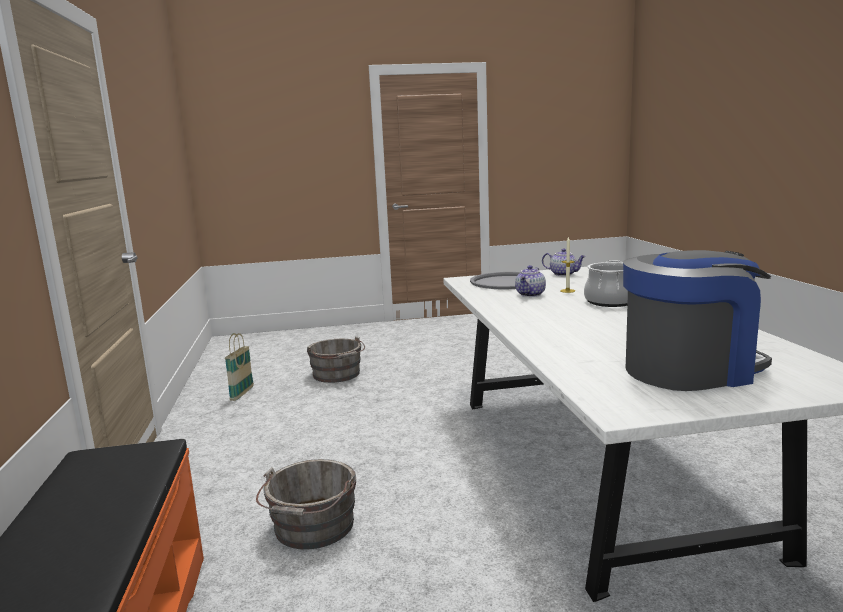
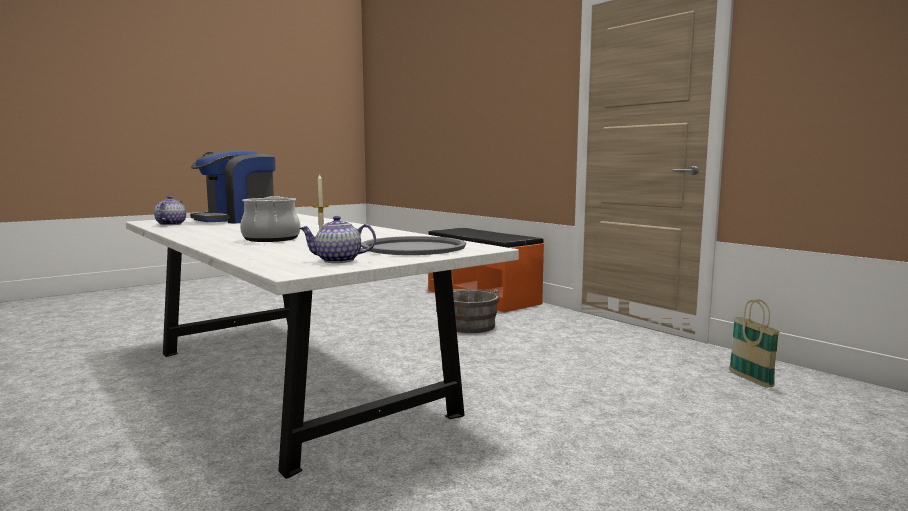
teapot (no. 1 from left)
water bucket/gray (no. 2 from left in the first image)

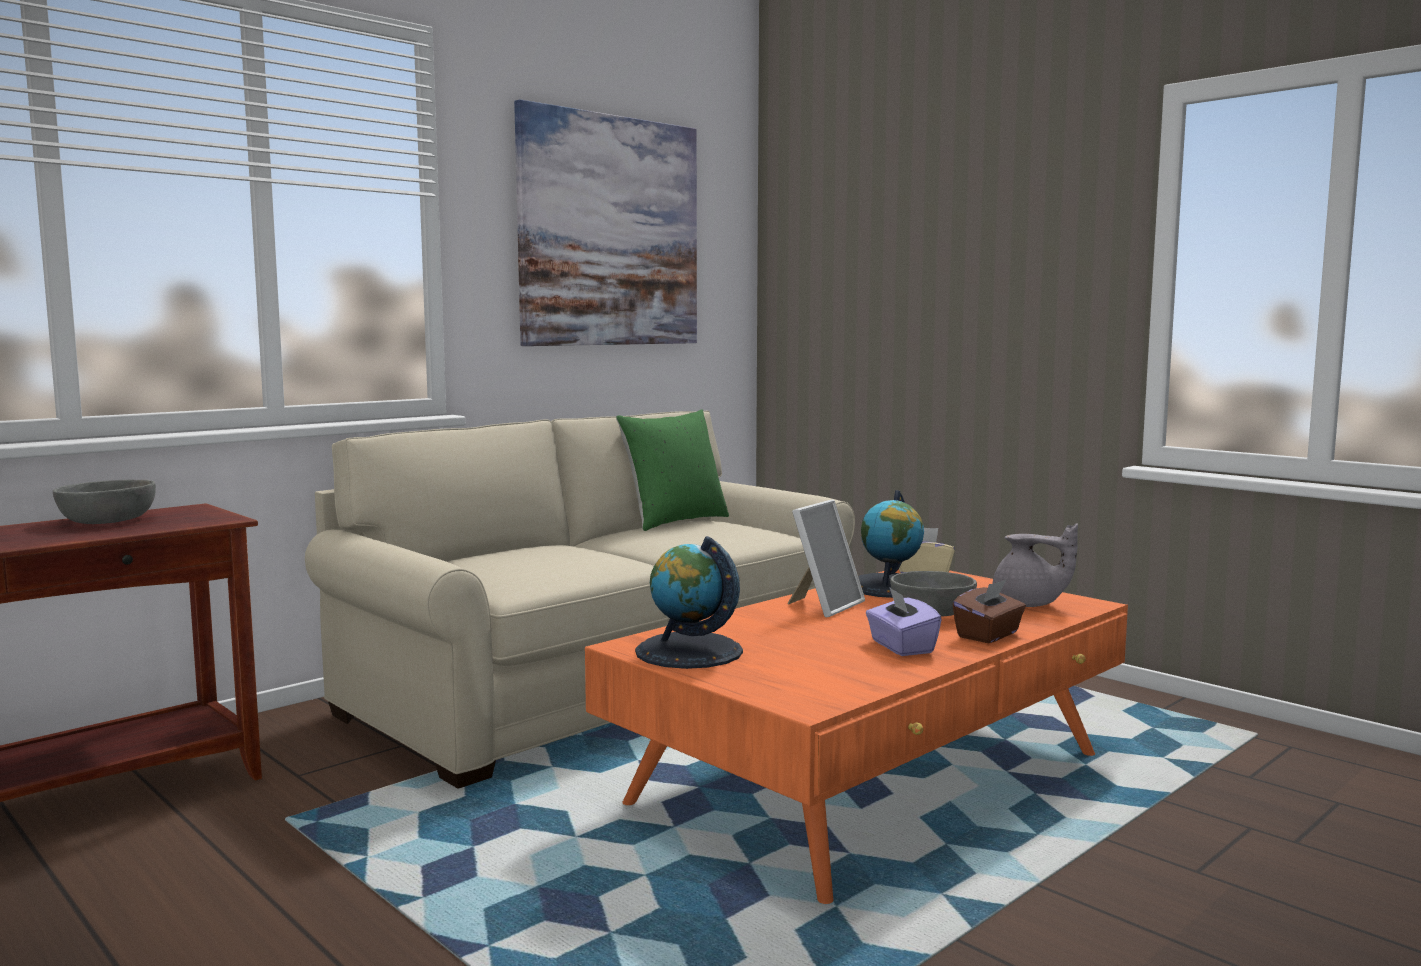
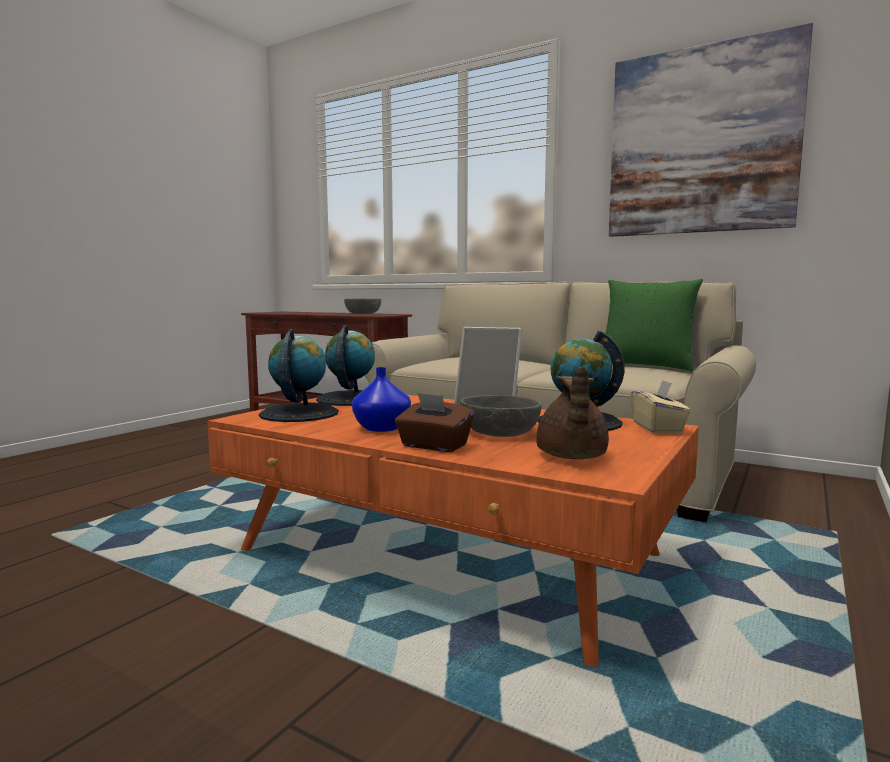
world globe (no. 1 from left)
vase/blue-coloured
teapot/brown-coloured

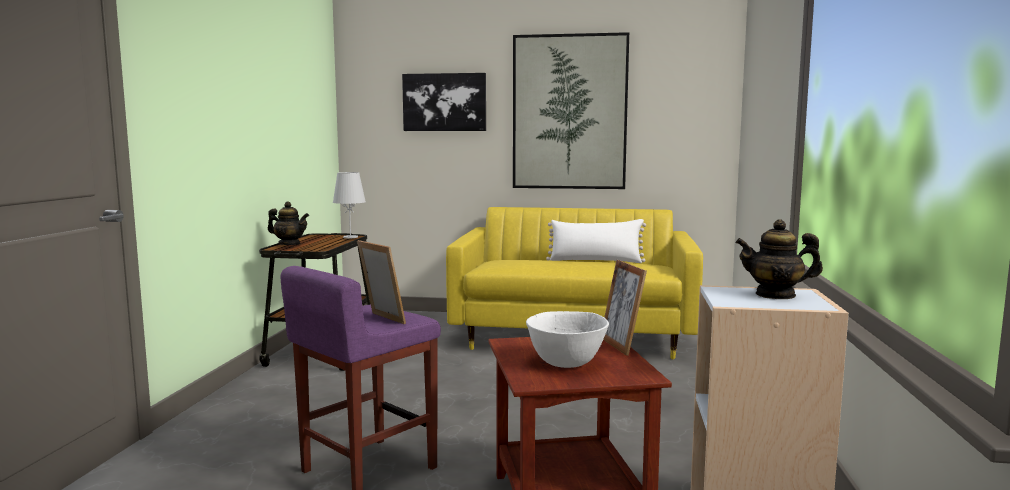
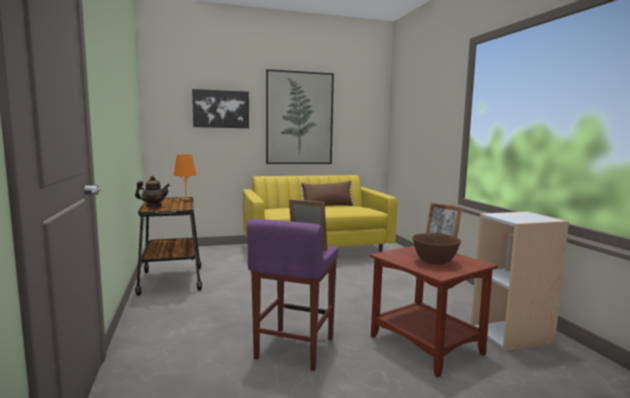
tabletop lamp/orange-coloured
cushion/brown-coloured
deep dish/brown-coloured
teapot (no. 2 from left in the first image)

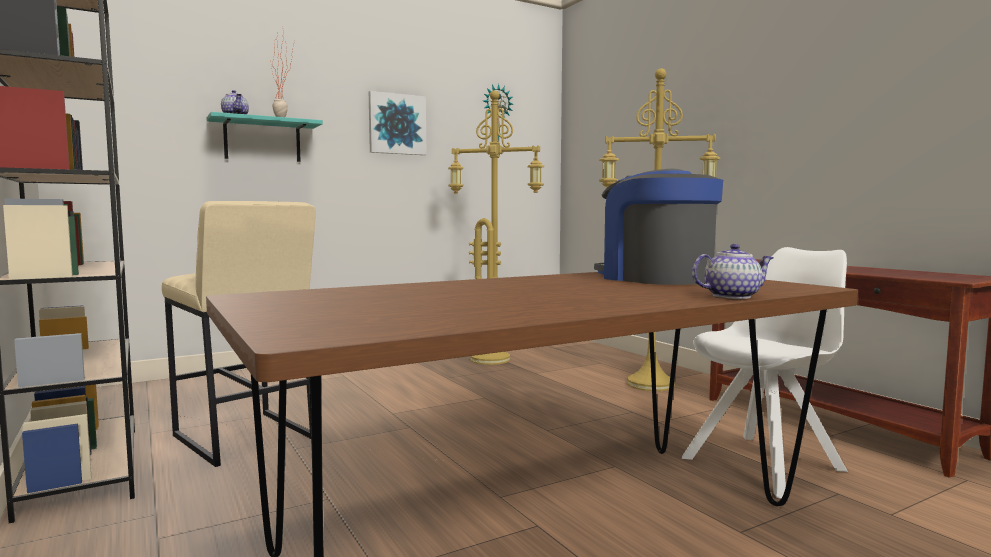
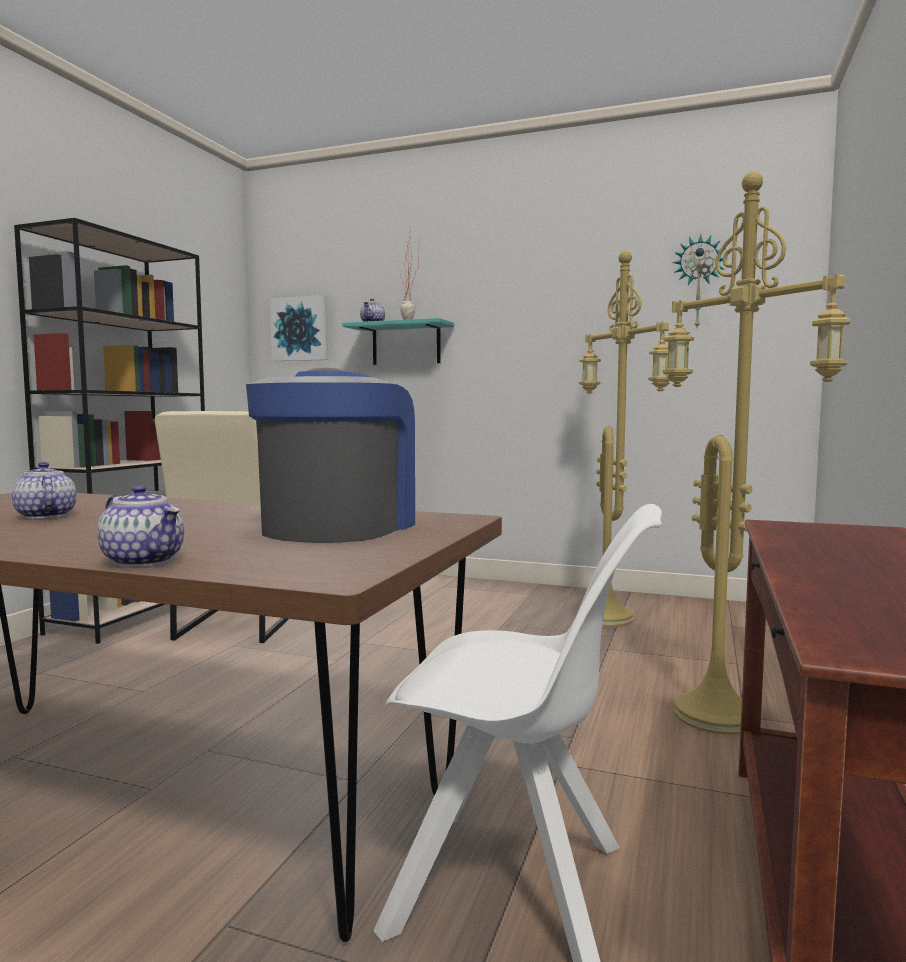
teapot (no. 1 from left)
picture

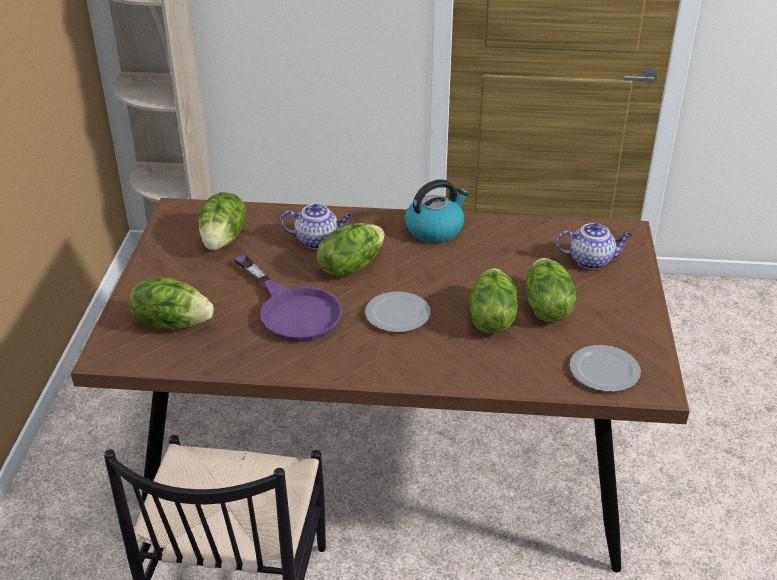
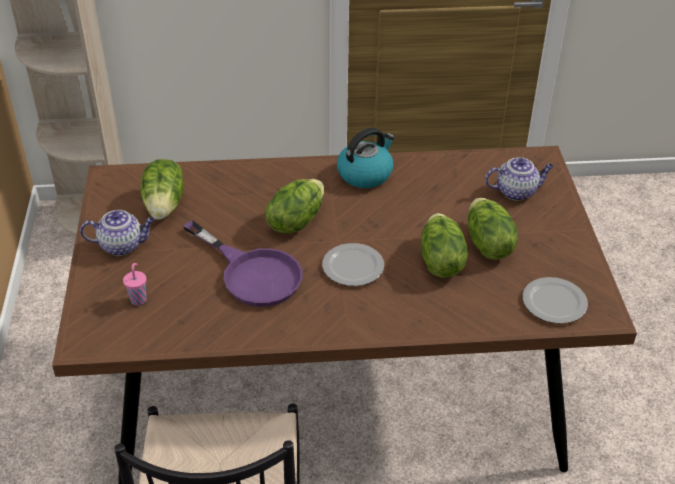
teapot (no. 1 from left)
small cup/pinkish

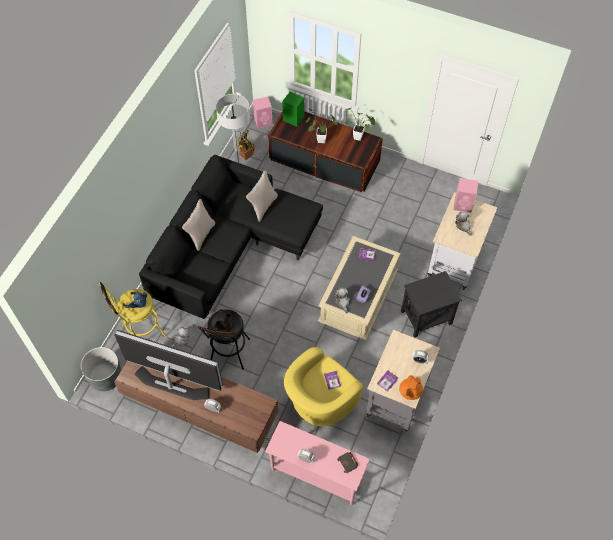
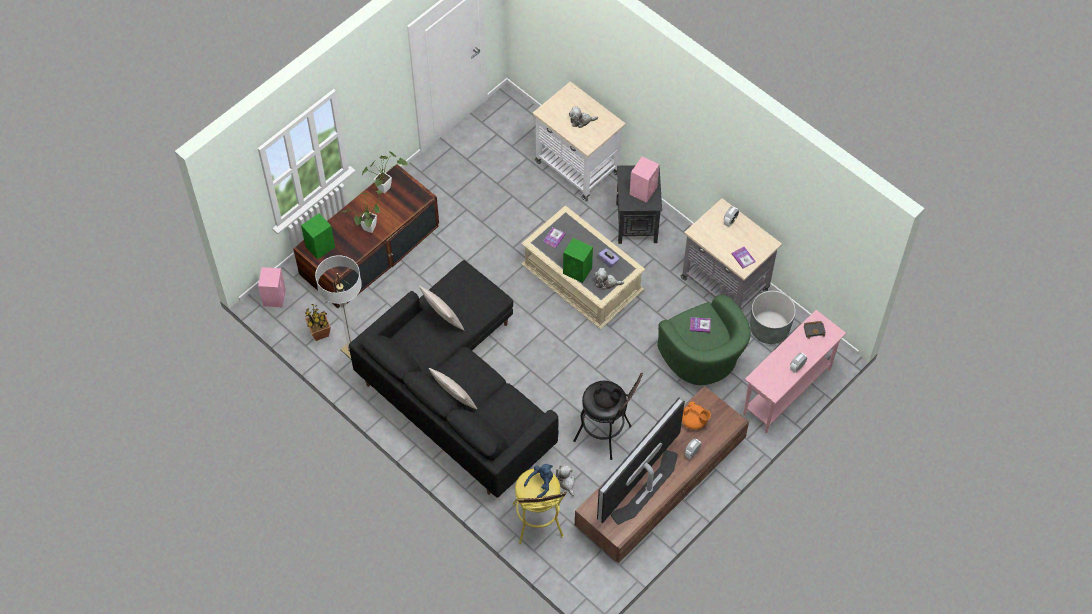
speaker/green-coloured (no. 2 from left)
speaker/pinkish (no. 2 from left)
armchair/green-coloured
teapot/orange-coloured
plant pot/gray

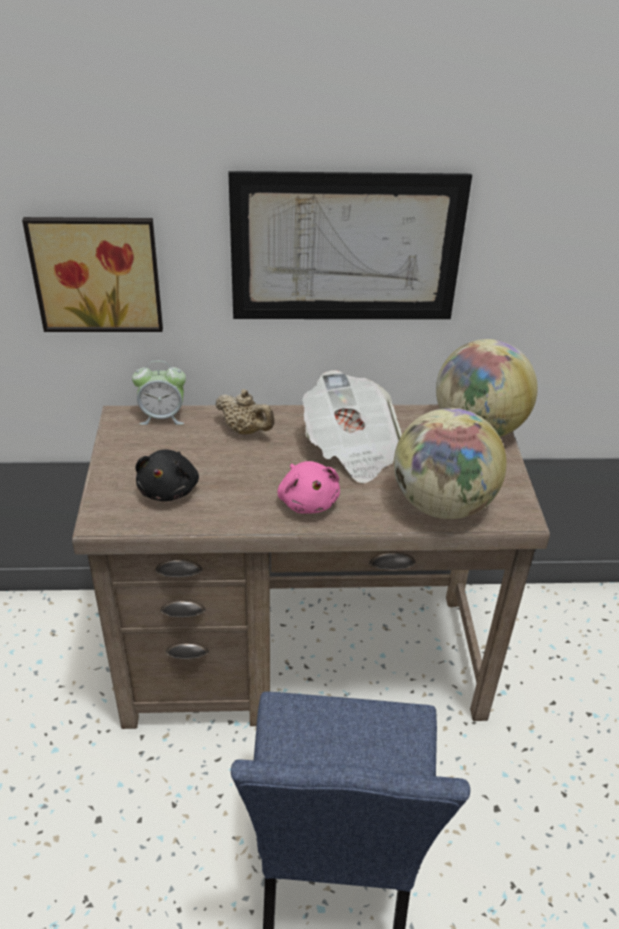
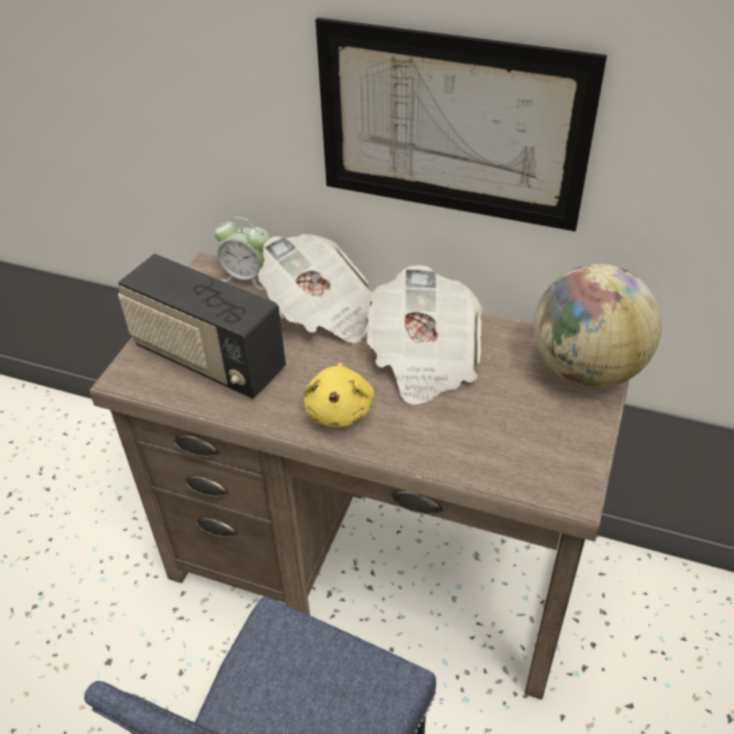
radio set
printed paper (no. 1 from left)
cuddly toy/yellow-coloured
picture (no. 1 from left in the first image)
world globe (no. 1 from left in the first image)

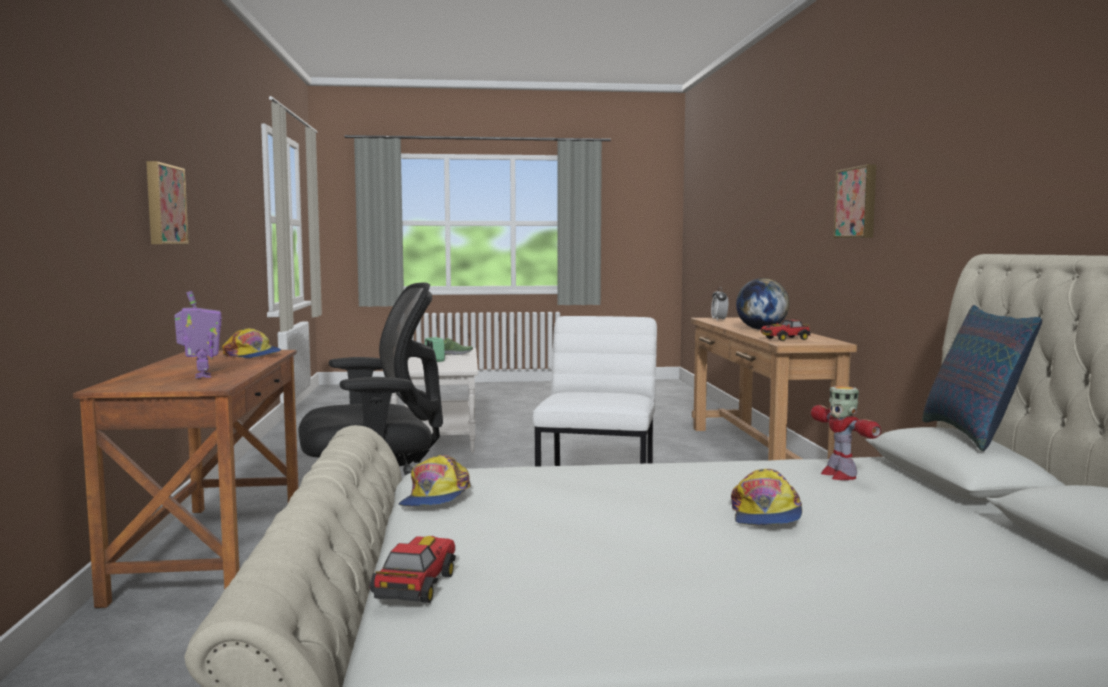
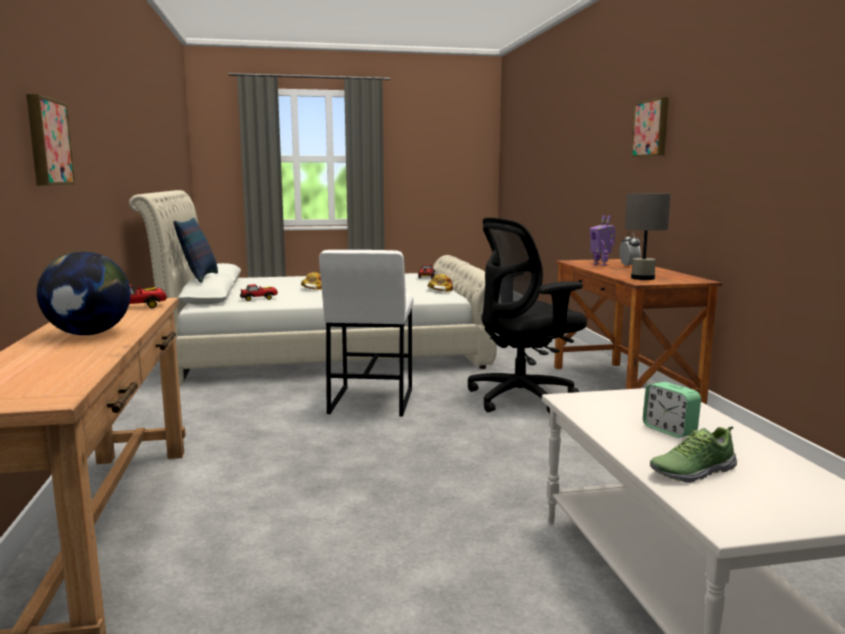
model car (no. 2 from left)
table clock (no. 1 from left)
tabletop lamp/gray
picture (no. 2 from left)

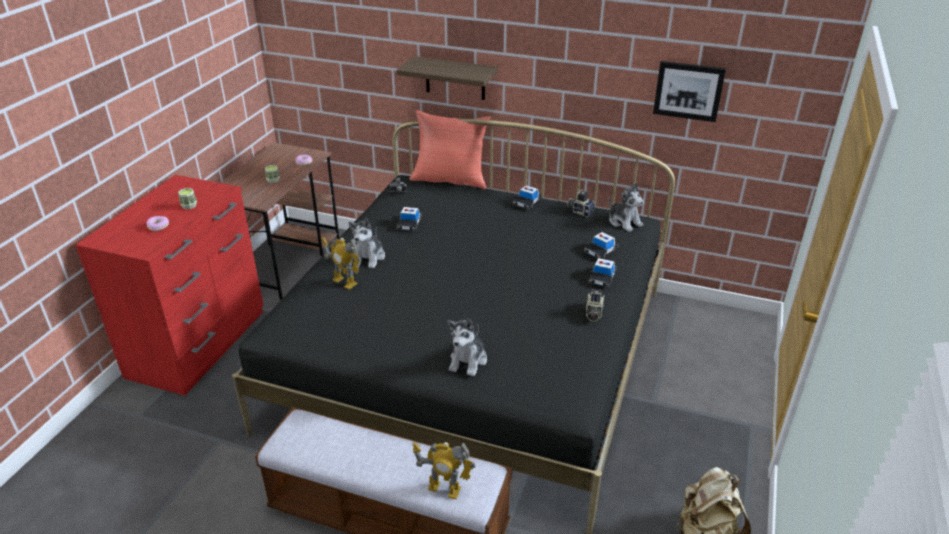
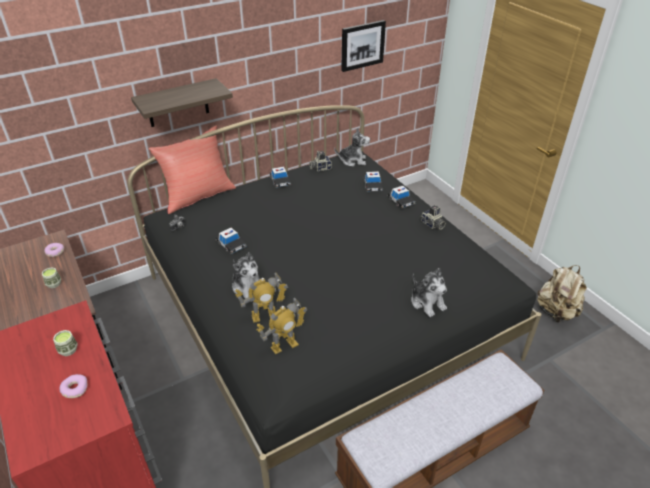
robot figure (no. 2 from left)

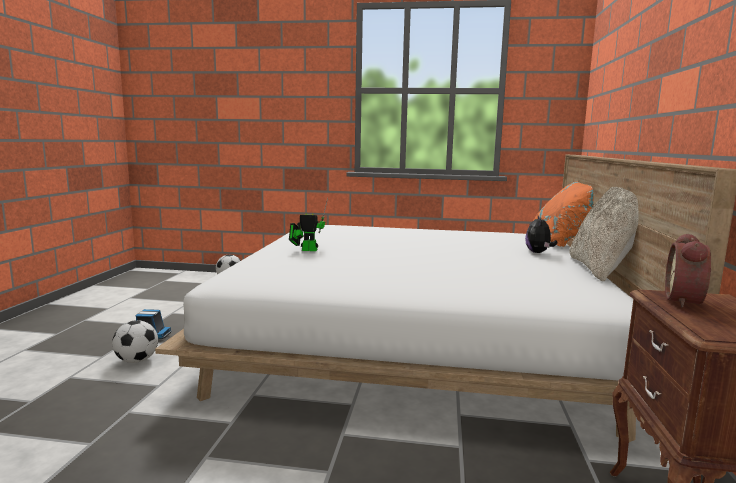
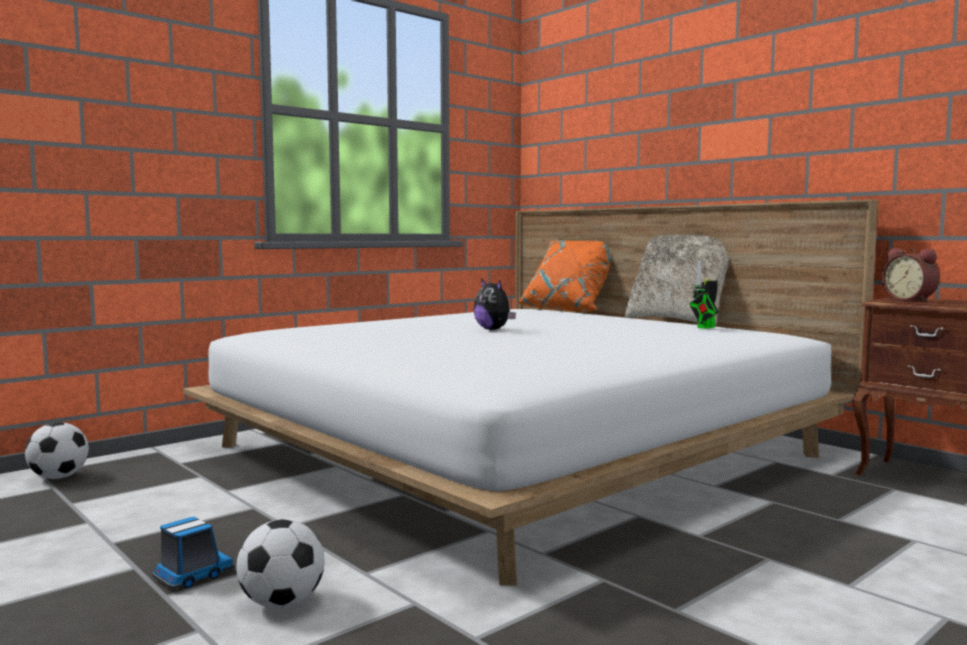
cuddly toy
robot figure

